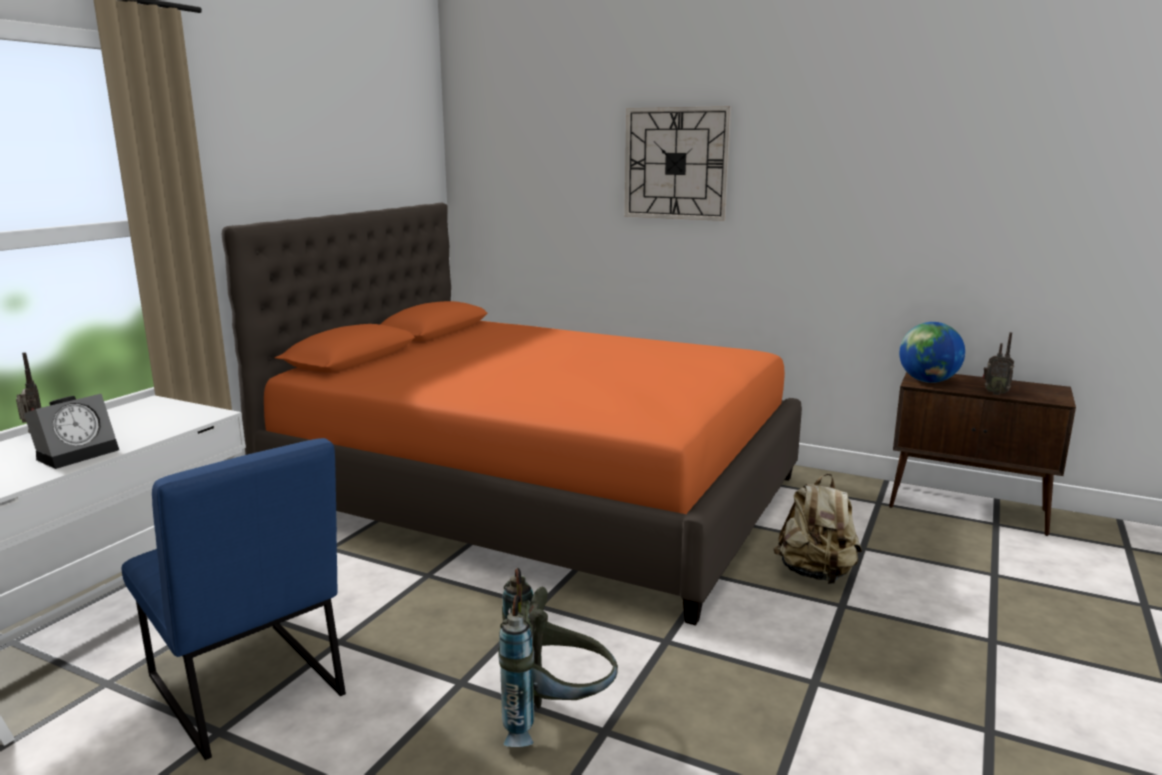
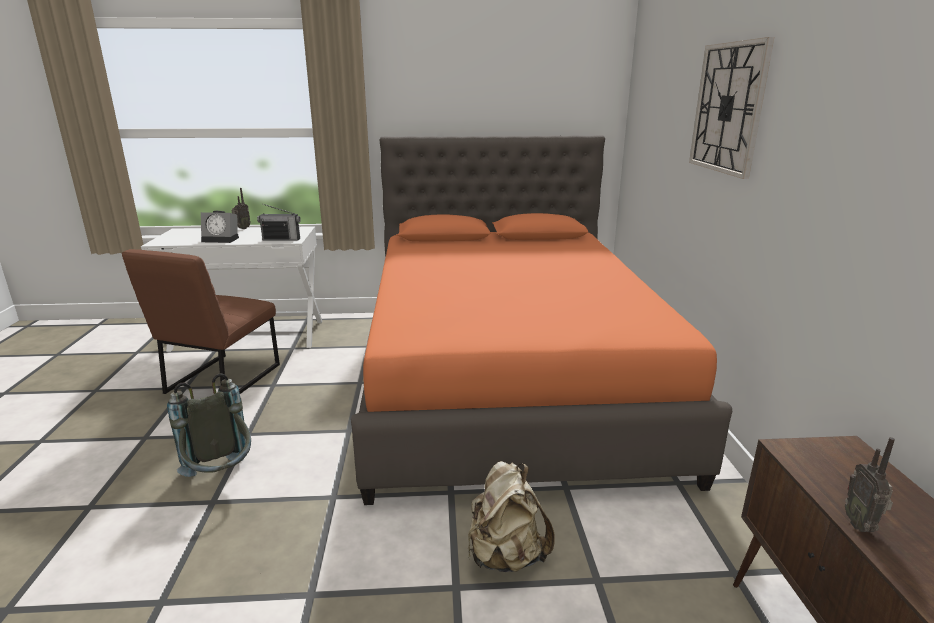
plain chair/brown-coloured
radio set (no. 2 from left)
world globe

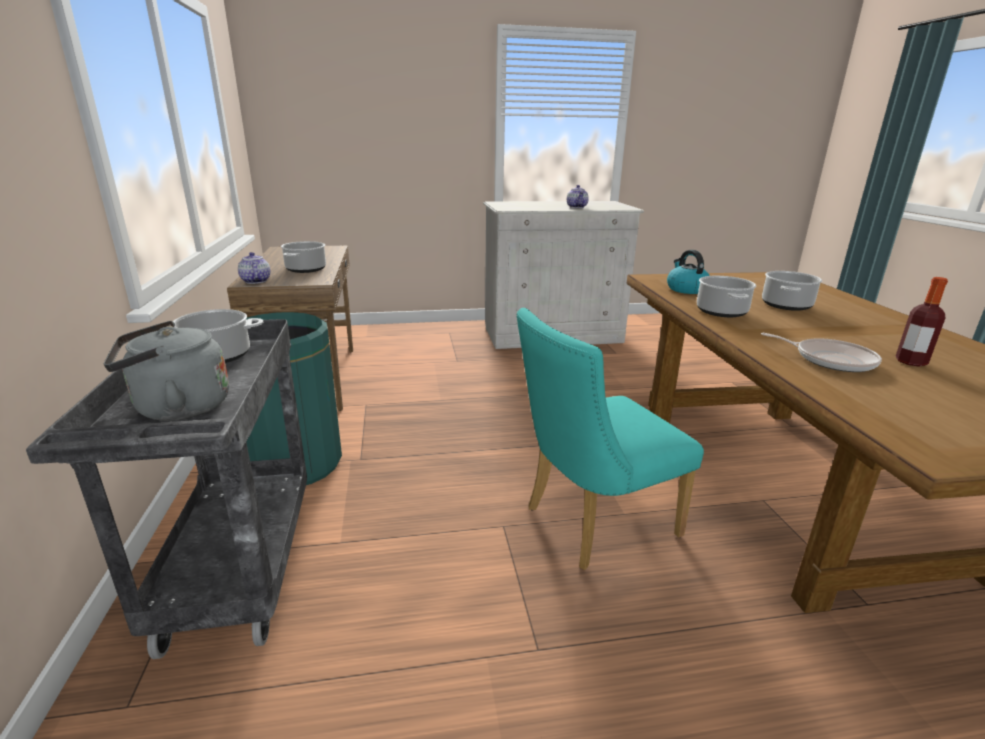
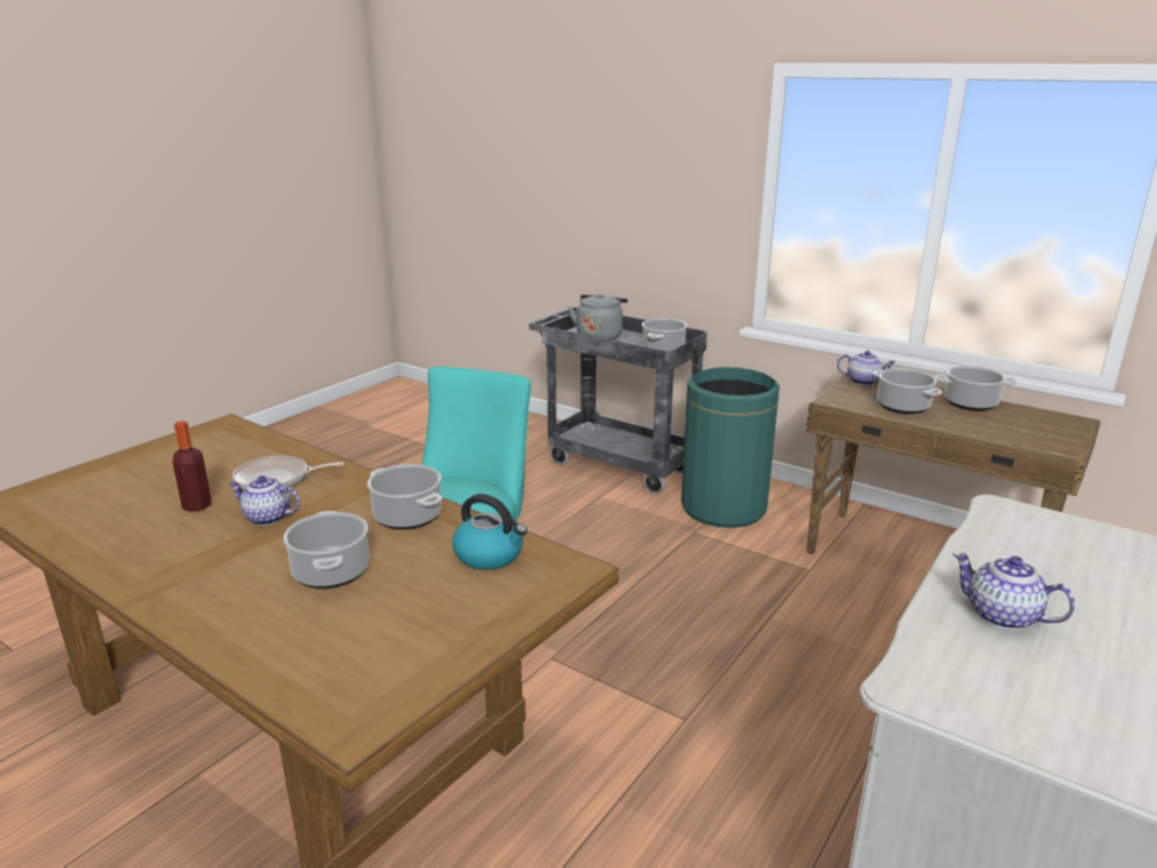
teapot (no. 1 from left)
saucepot (no. 5 from left)

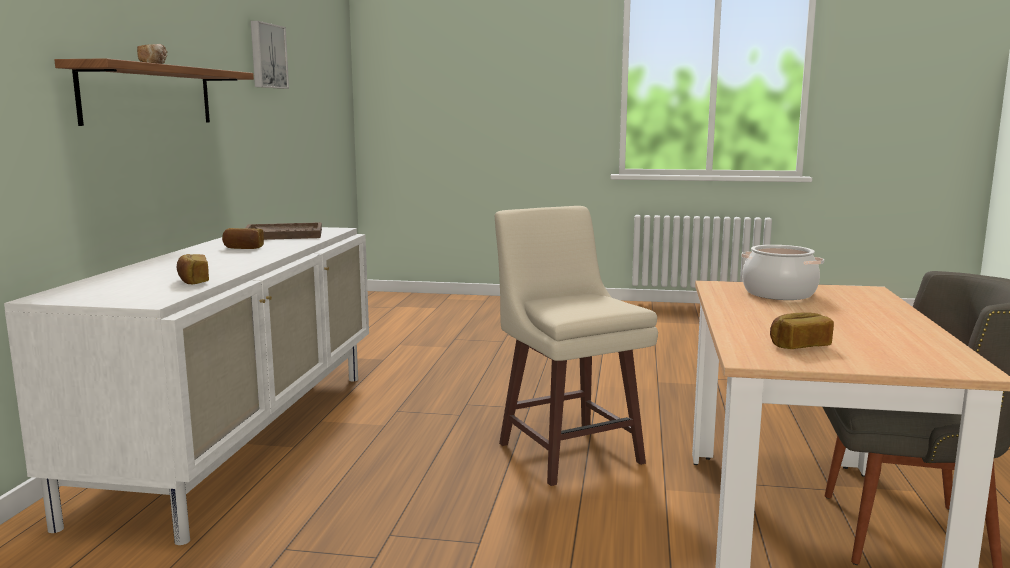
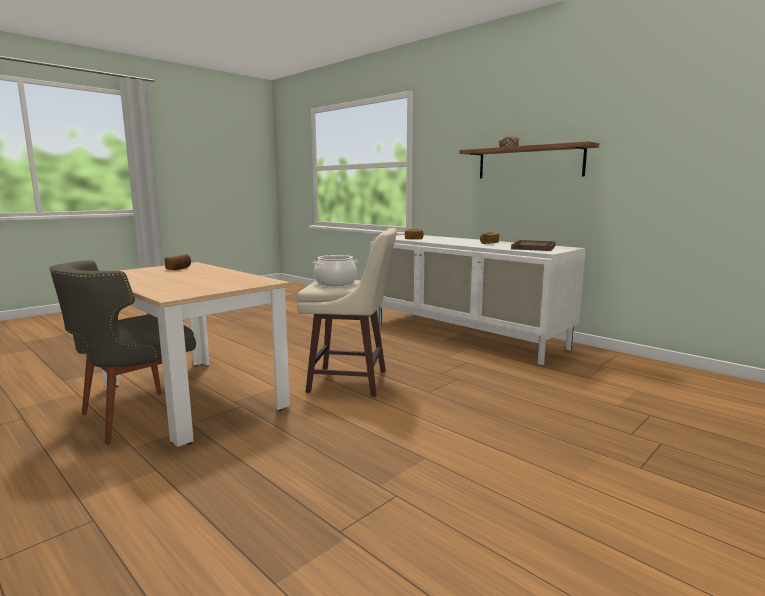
saucepot
picture

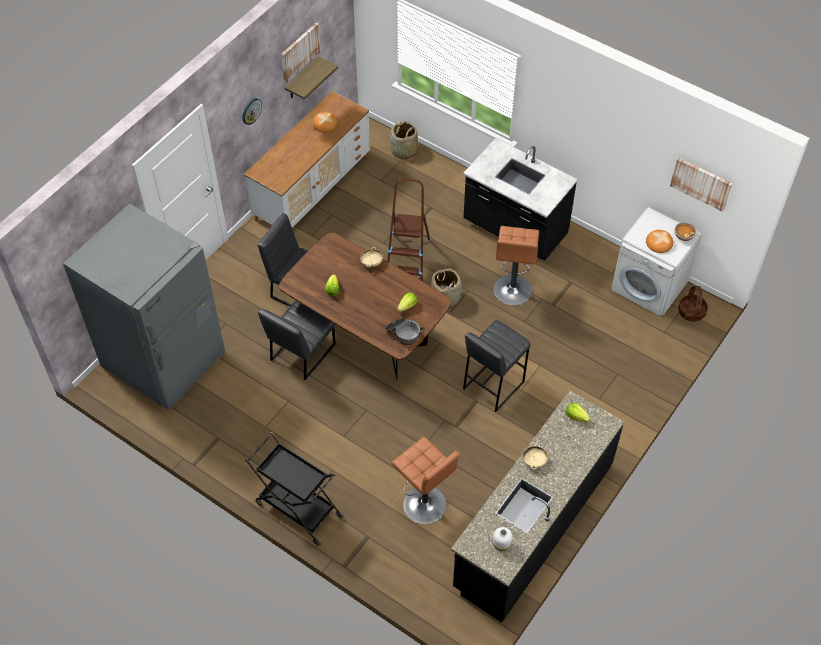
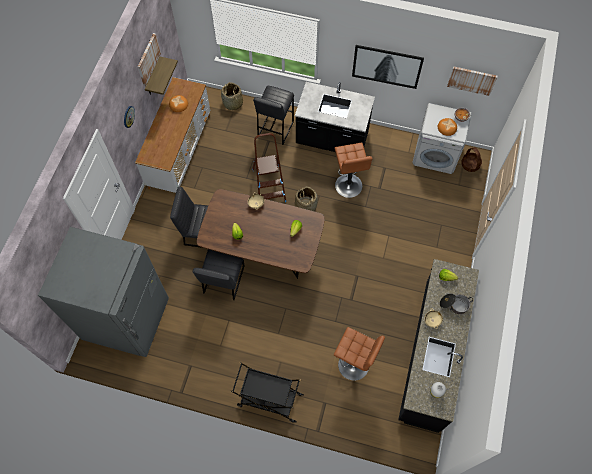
stool seat/gray
picture (no. 2 from left)
saucepot

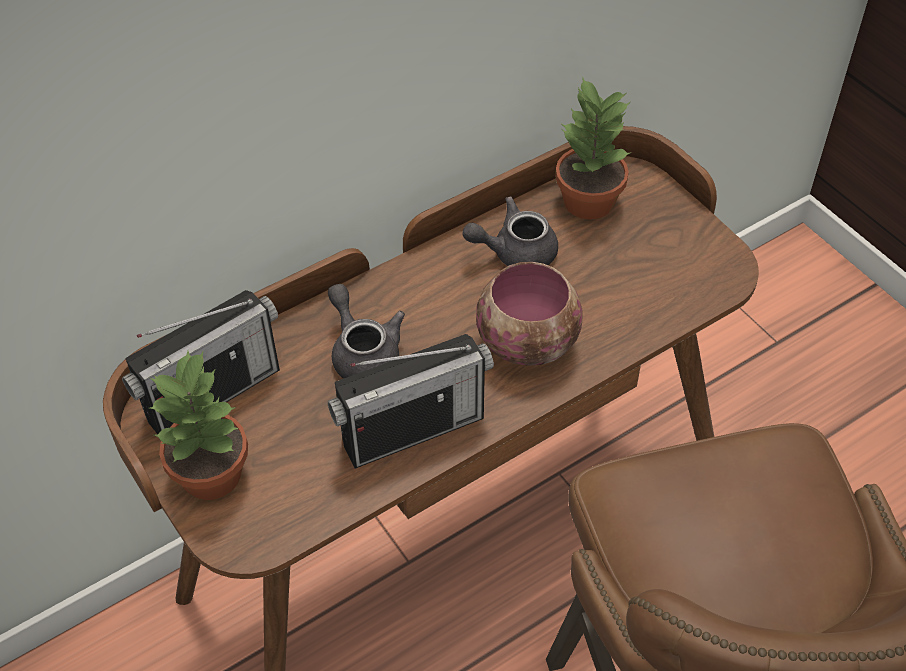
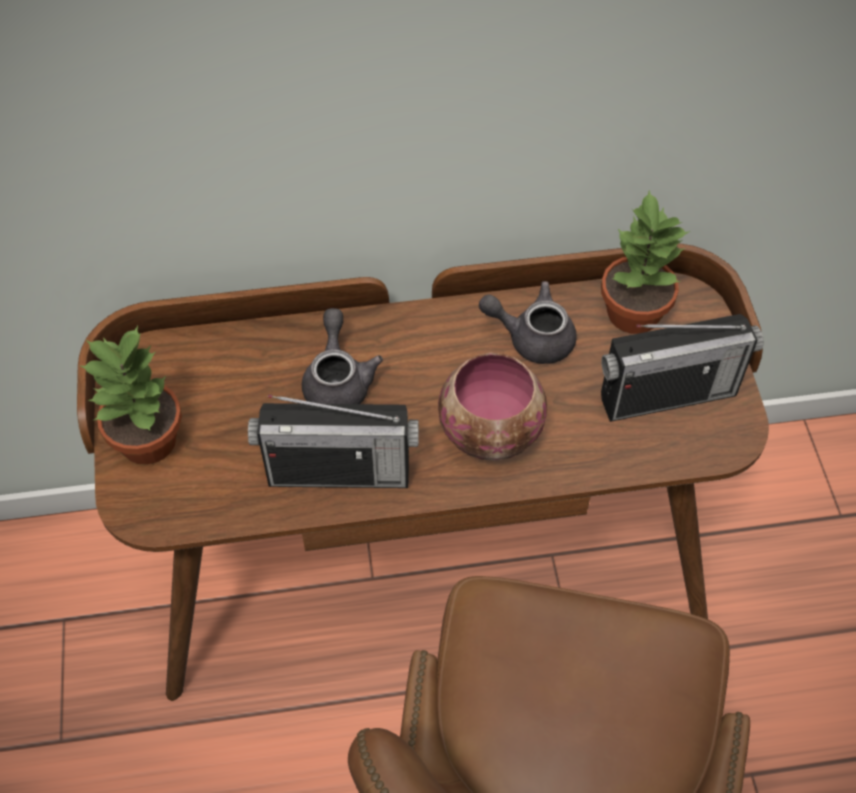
radio set (no. 2 from left)

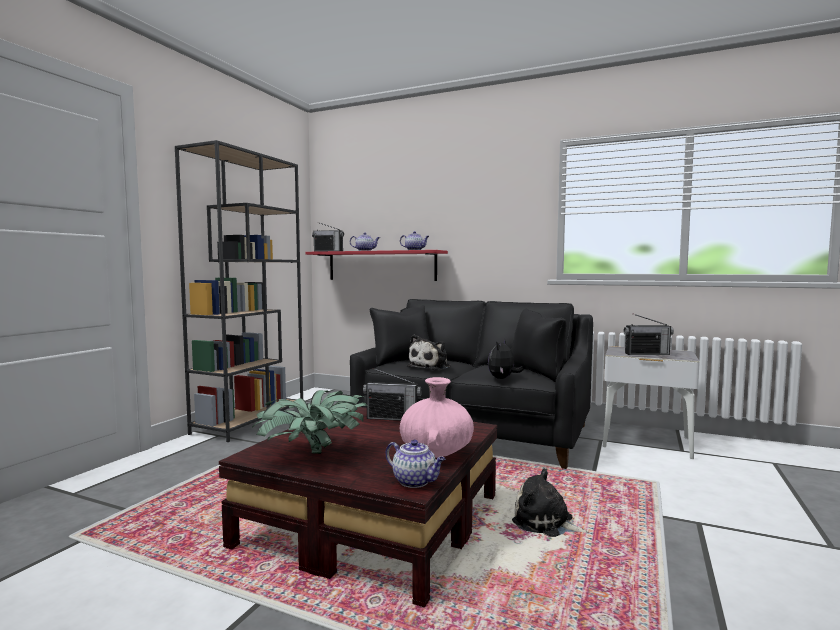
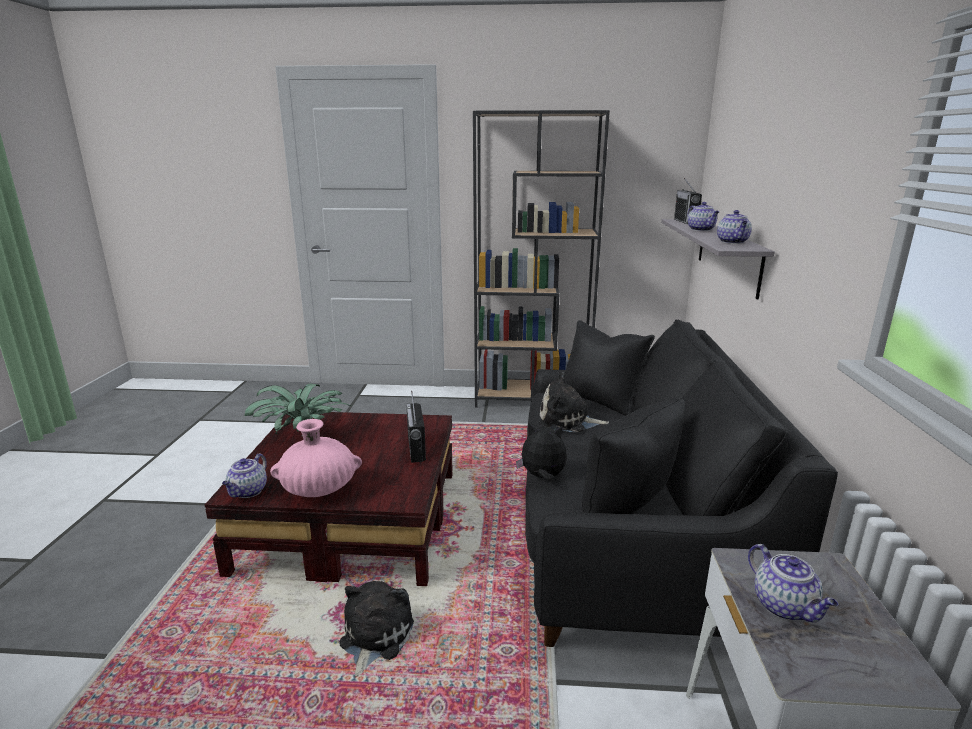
bracket shelf/gray
teapot (no. 4 from left)

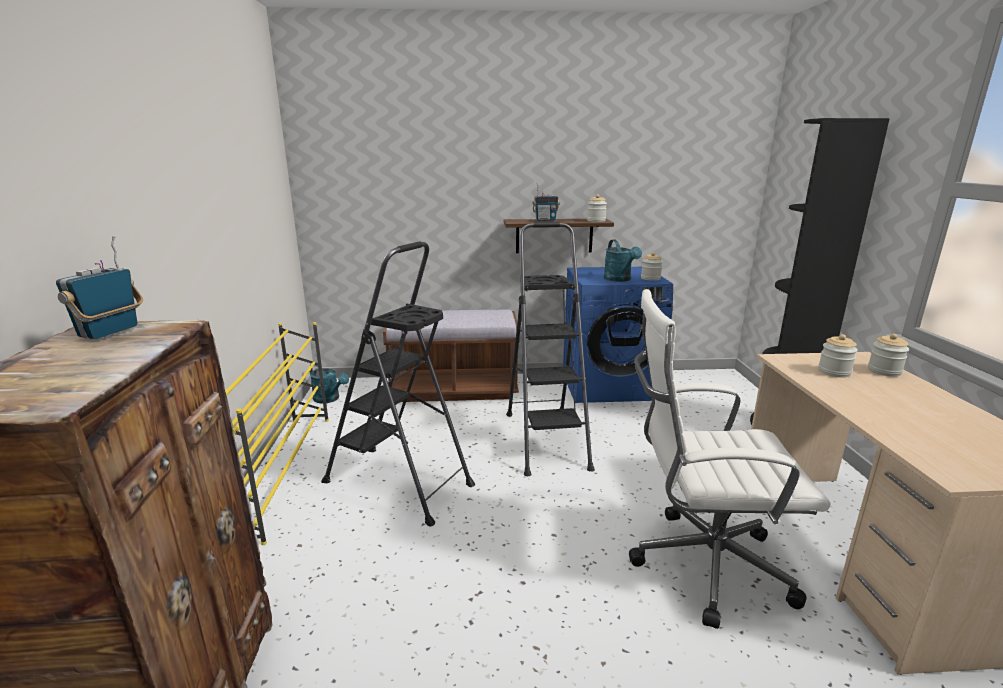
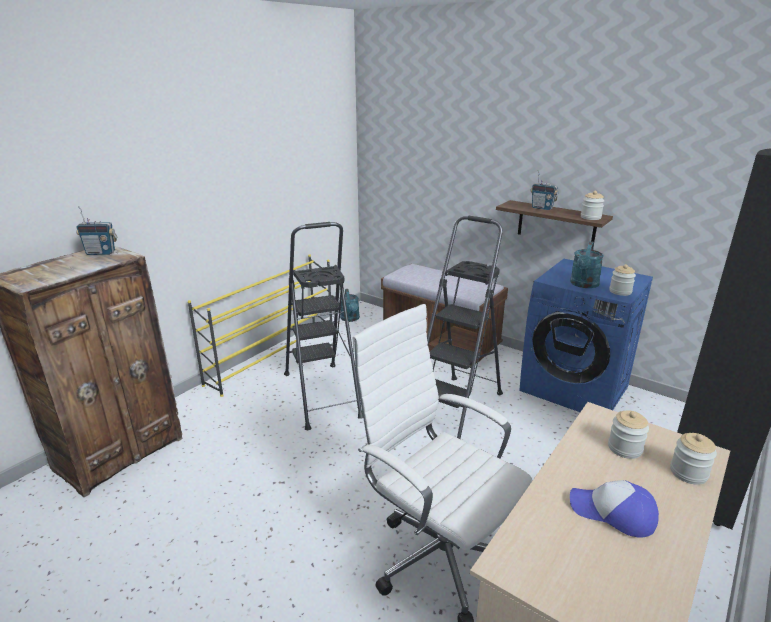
radio set (no. 1 from left)
cap

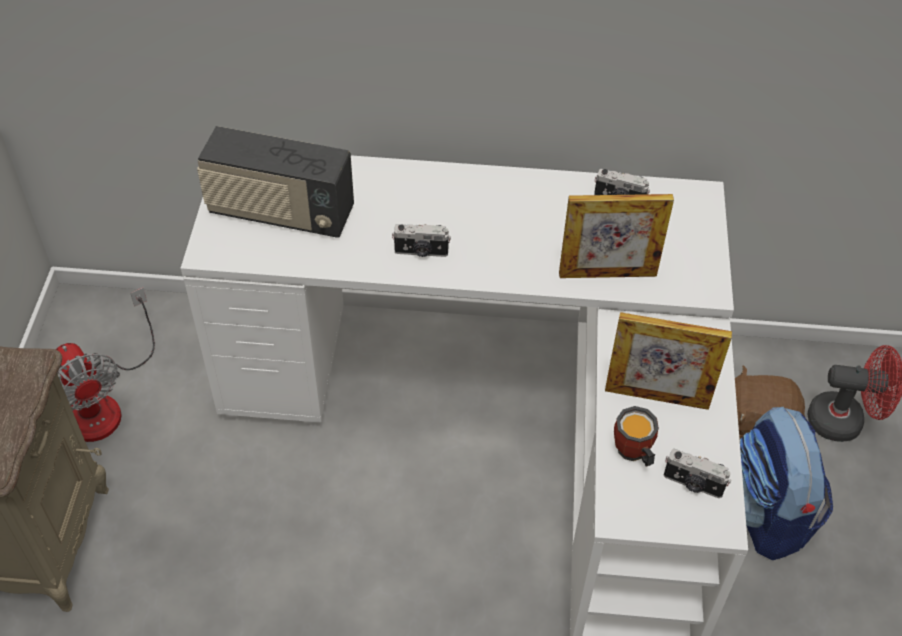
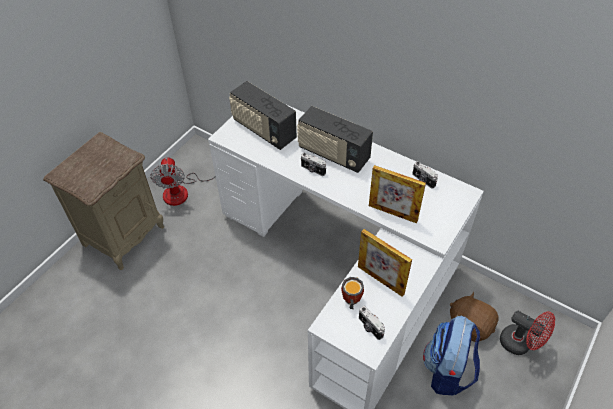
radio set (no. 2 from left)

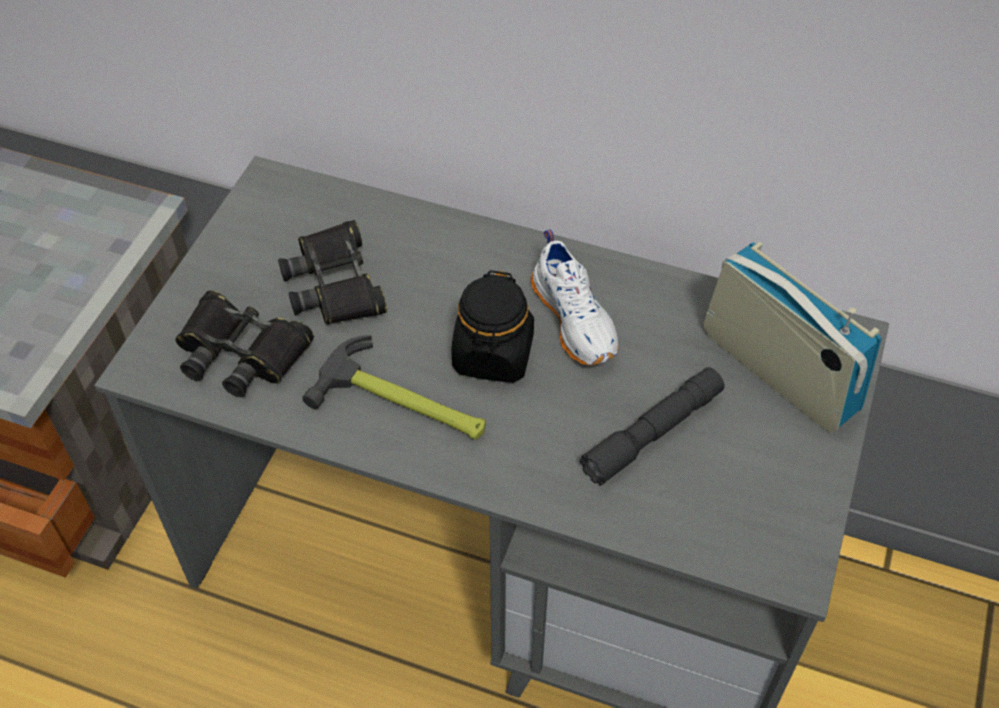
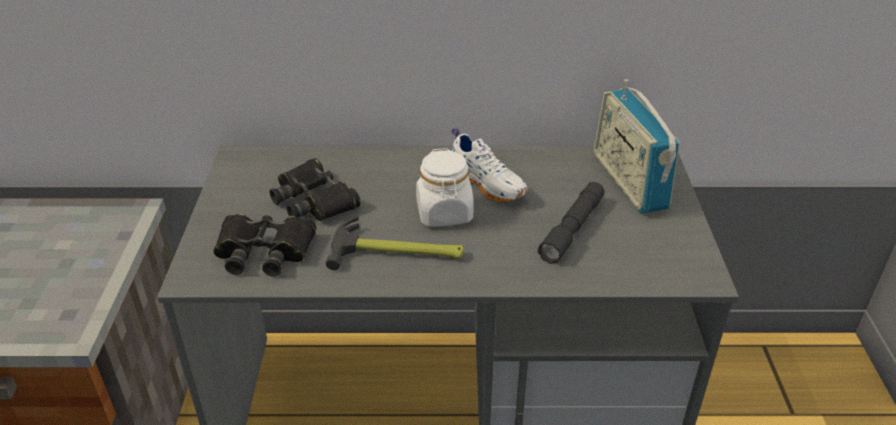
storage jar/white-coloured
radio set

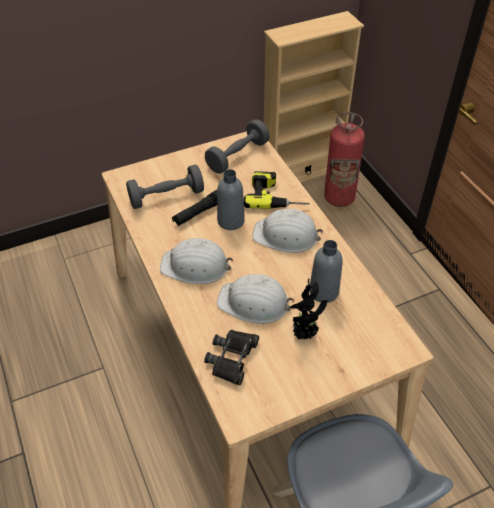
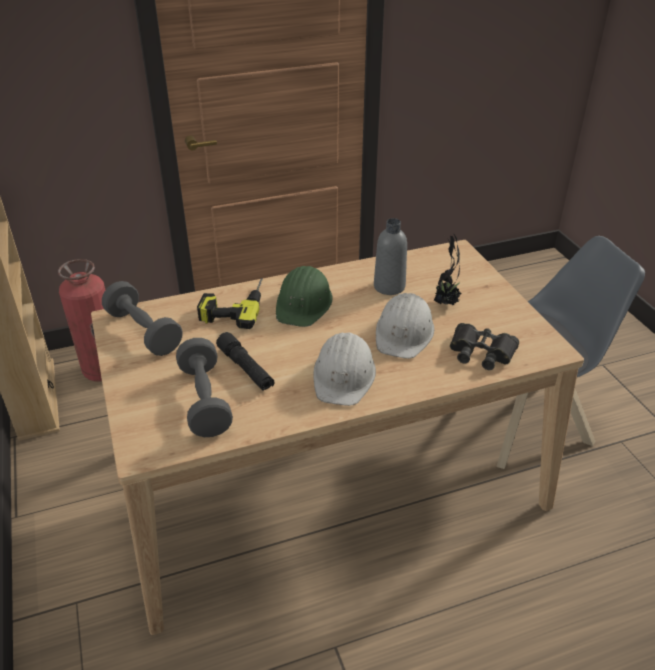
hard hat/green-coloured
bottle/gray (no. 1 from left in the first image)

